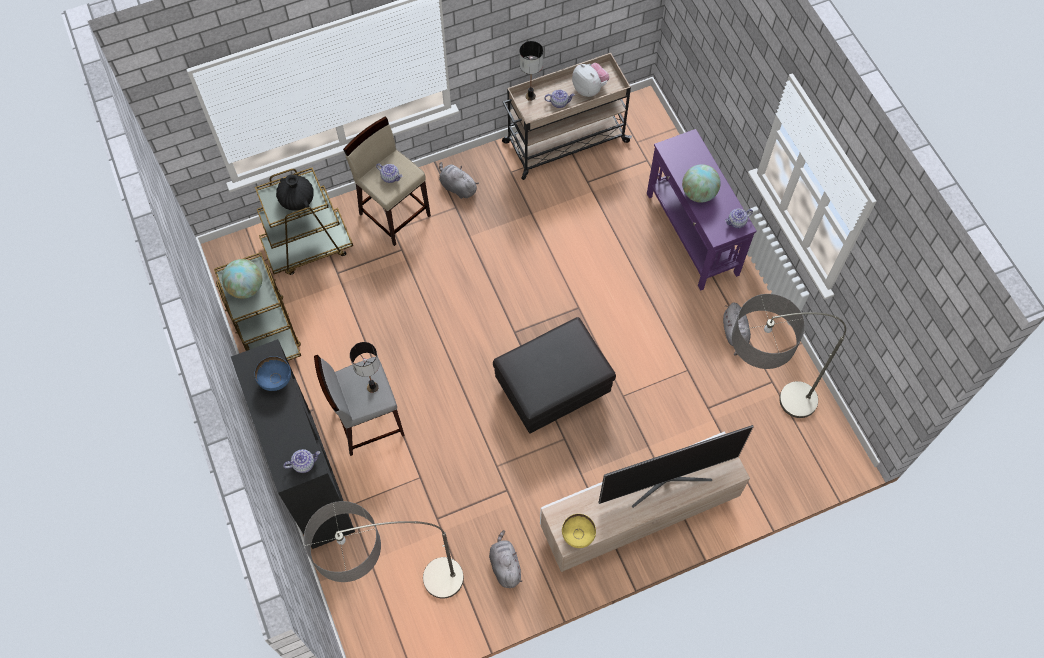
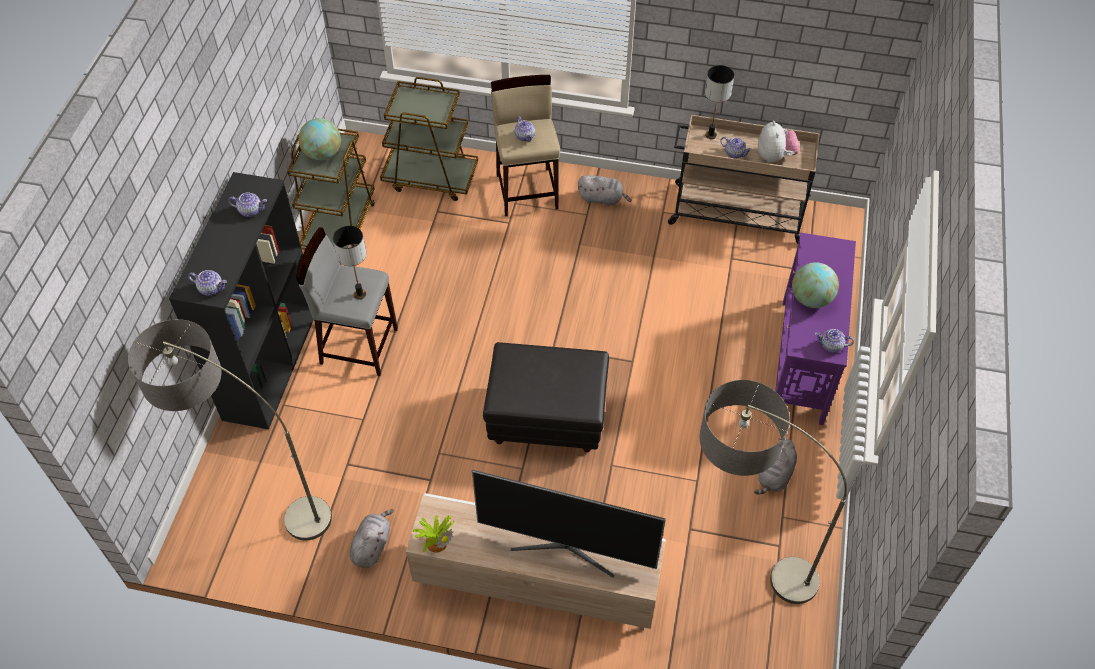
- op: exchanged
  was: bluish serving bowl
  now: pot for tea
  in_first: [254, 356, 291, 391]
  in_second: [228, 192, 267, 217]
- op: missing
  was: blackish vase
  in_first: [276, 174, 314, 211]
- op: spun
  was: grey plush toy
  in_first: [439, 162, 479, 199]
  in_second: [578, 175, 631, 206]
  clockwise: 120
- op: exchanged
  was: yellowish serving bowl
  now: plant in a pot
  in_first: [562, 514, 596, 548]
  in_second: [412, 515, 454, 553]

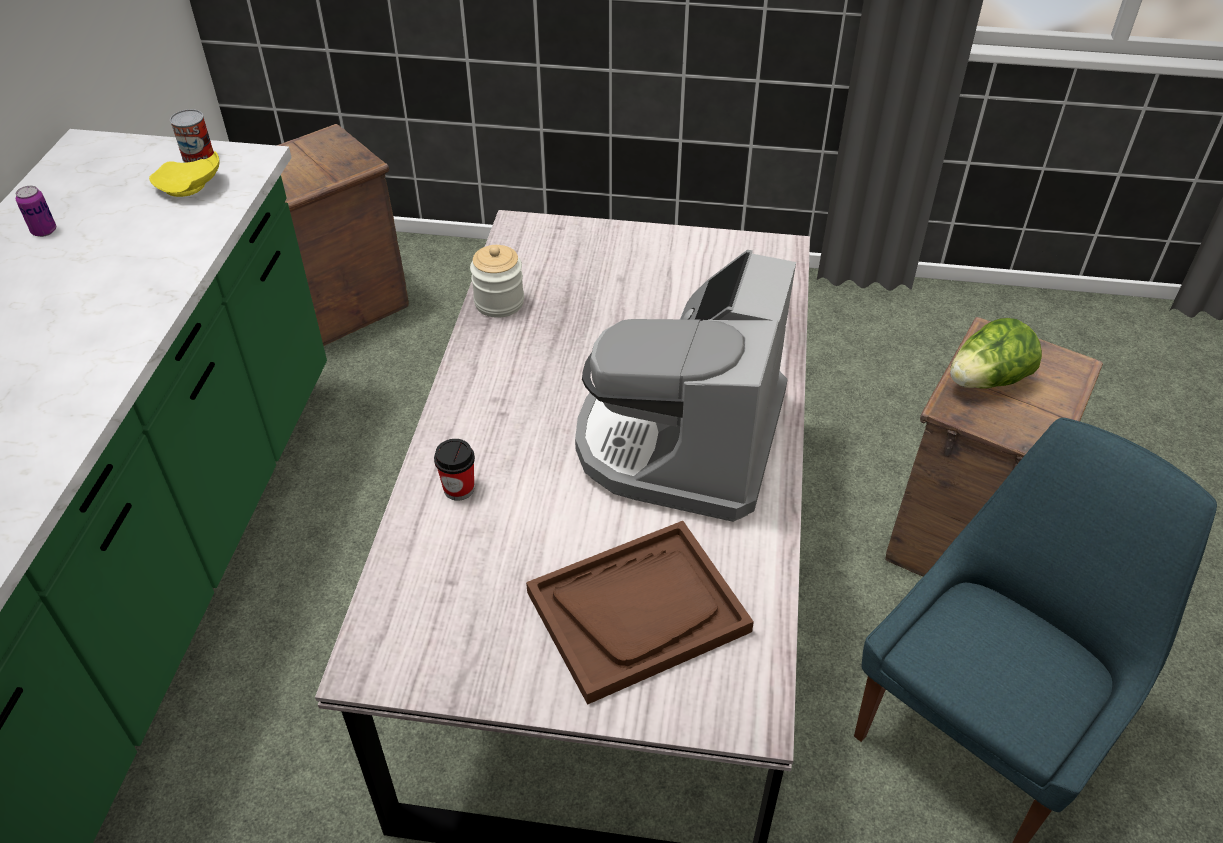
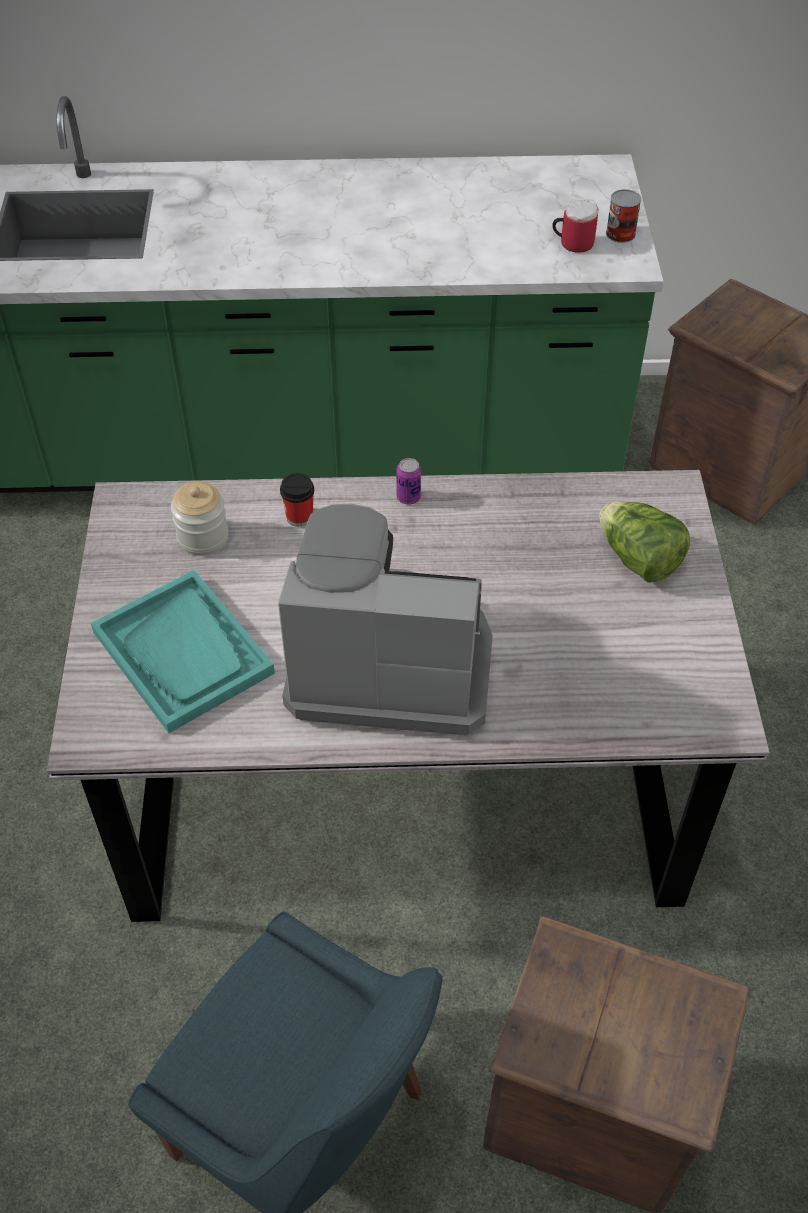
- op: relocated
  was: metal can
  in_first: [16, 186, 56, 237]
  in_second: [396, 458, 421, 505]
- op: exchanged
  was: yellowish dinner plate
  now: mug
  in_first: [149, 152, 220, 197]
  in_second: [552, 200, 599, 253]
- op: relocated
  was: jar
  in_first: [470, 245, 524, 318]
  in_second: [171, 482, 229, 556]
- op: colour
  was: brownish carrying tray
  now: turquoise carrying tray
  in_first: [526, 521, 754, 705]
  in_second: [91, 570, 275, 733]
- op: relocated
  was: lettuce head
  in_first: [950, 318, 1042, 388]
  in_second: [599, 501, 690, 583]

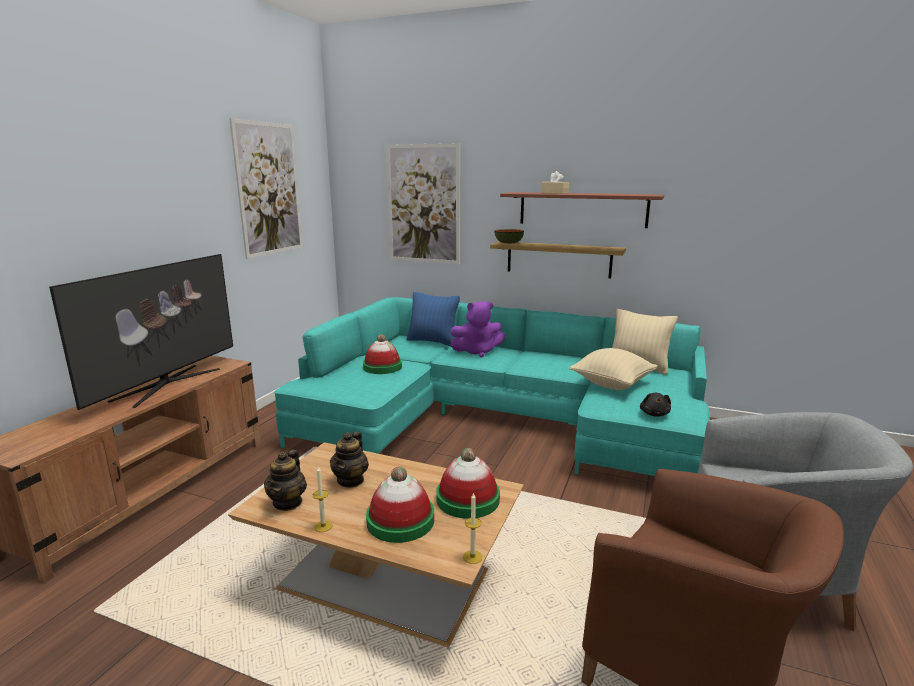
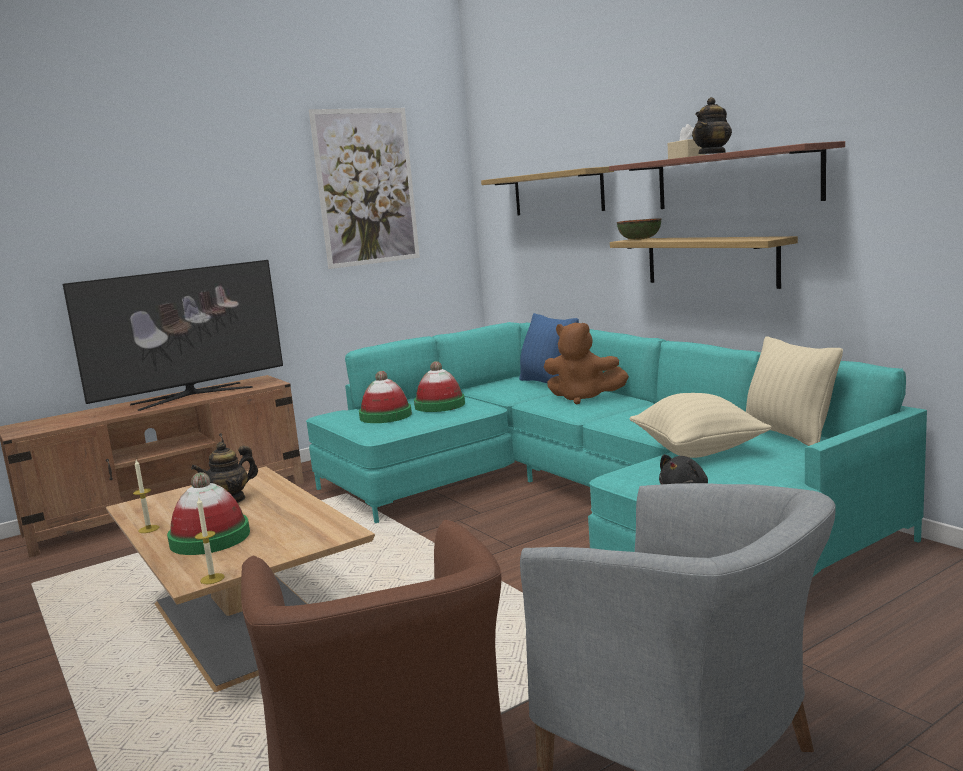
- op: relocated
  was: pot for tea
  in_first: [264, 450, 307, 511]
  in_second: [692, 97, 732, 154]
- op: exchanged
  was: wall picture
  now: bracket shelf
  in_first: [386, 143, 460, 264]
  in_second: [481, 166, 614, 215]
- op: relocated
  was: clothing hat
  in_first: [436, 448, 500, 519]
  in_second: [359, 371, 412, 423]
- op: colour
  was: purple-coloured plush toy
  now: brownish plush toy
  in_first: [450, 301, 505, 357]
  in_second: [544, 323, 629, 405]

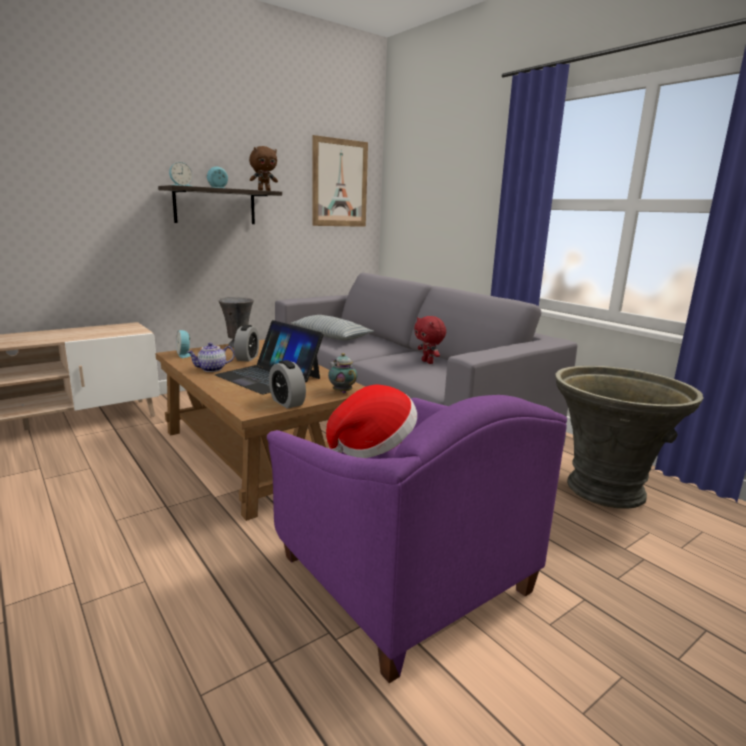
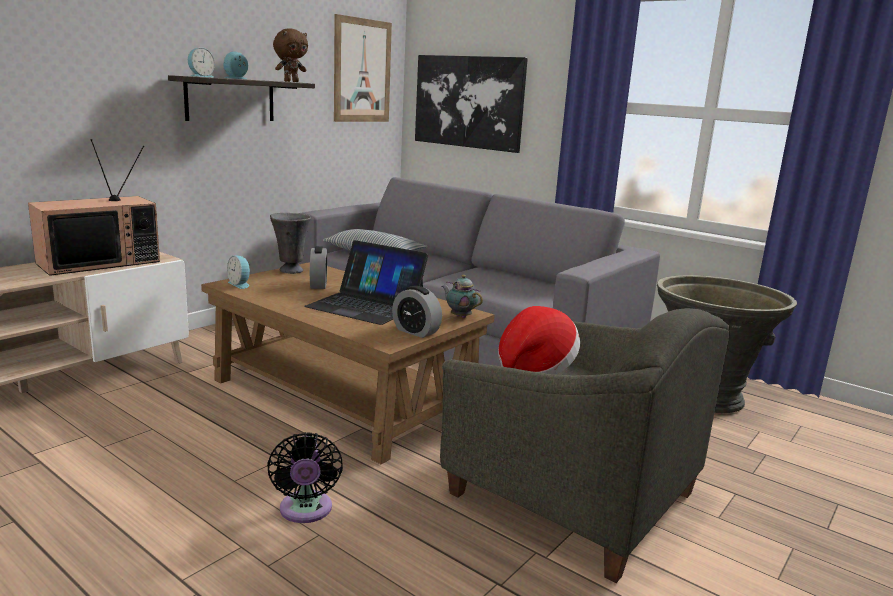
- op: missing
  was: pot for tea
  in_first: [187, 343, 235, 372]
- op: colour
  was: purple-coloured armchair
  now: grey armchair
  in_first: [267, 395, 567, 683]
  in_second: [440, 308, 730, 583]
- op: missing
  was: red plush toy
  in_first: [414, 316, 446, 364]
- op: appeared
  now: TV
  in_second: [28, 139, 160, 276]
- op: appeared
  now: blackish fan
  in_second: [267, 432, 343, 523]
- op: appeared
  now: wall picture
  in_second: [415, 55, 528, 153]

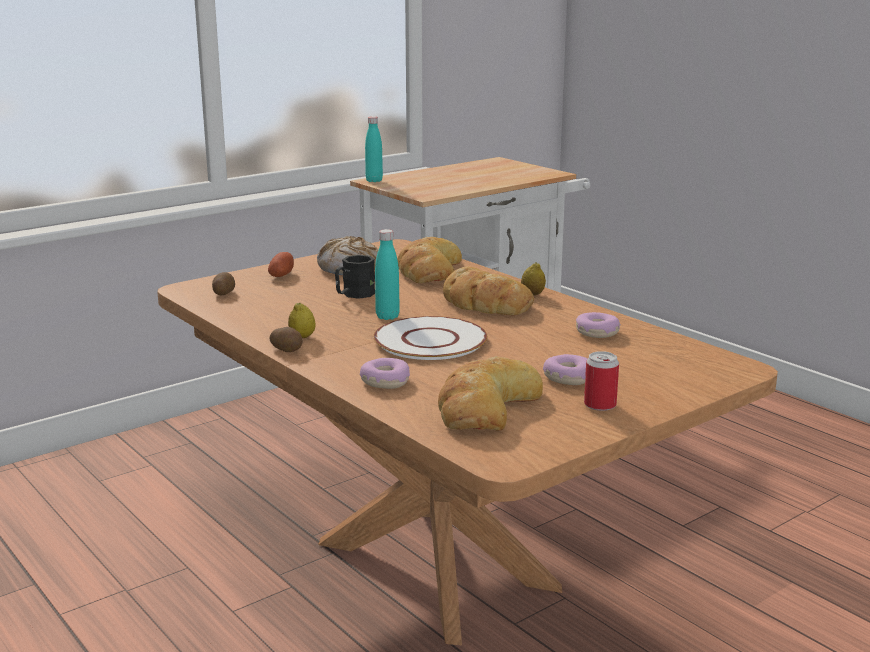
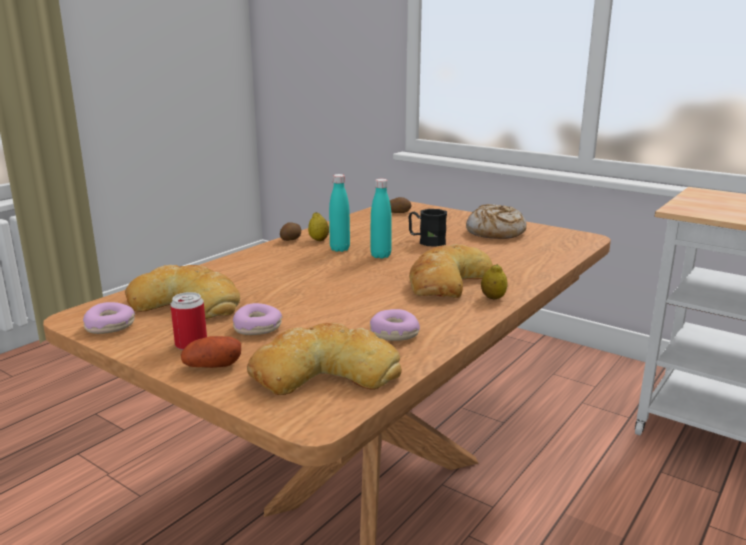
- op: relocated
  was: spud
  in_first: [268, 252, 294, 277]
  in_second: [181, 336, 241, 368]
- op: relocated
  was: ring doughnut
  in_first: [360, 358, 410, 389]
  in_second: [83, 302, 135, 334]
- op: relocated
  was: turquoise drink bottle
  in_first: [365, 116, 383, 182]
  in_second: [329, 174, 350, 252]
- op: missing
  was: white dinner plate
  in_first: [373, 316, 487, 360]
- op: relocated
  was: bakery bread
  in_first: [397, 237, 462, 283]
  in_second: [247, 323, 402, 395]

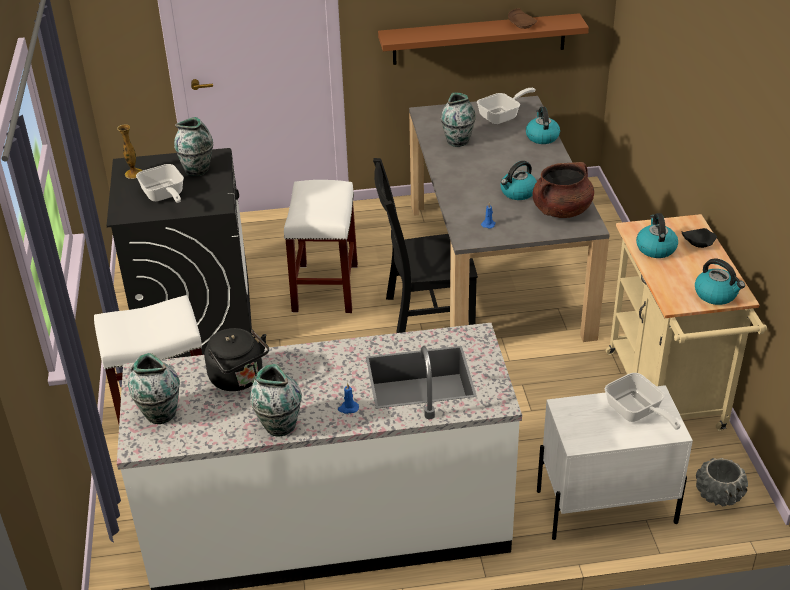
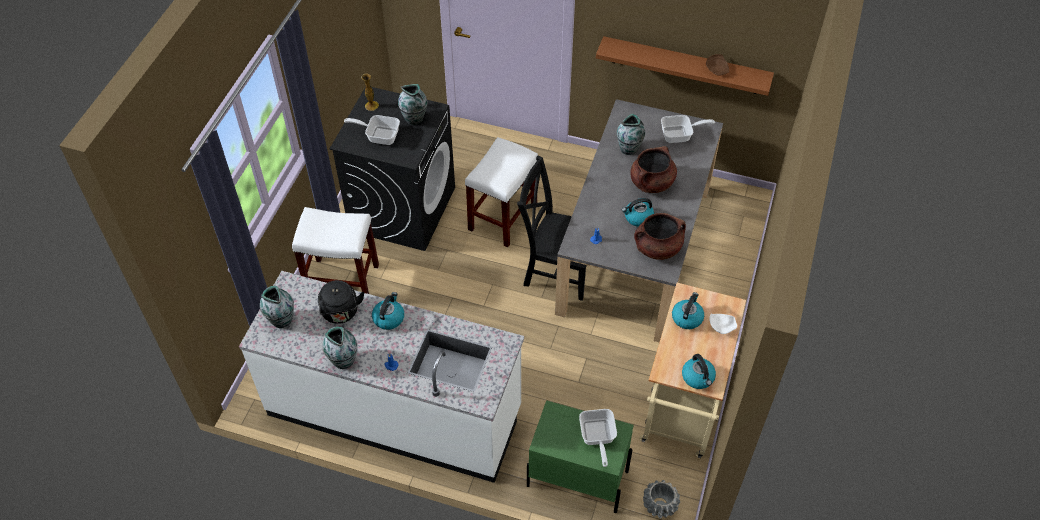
- op: spun
  was: frying pan
  in_first: [136, 164, 184, 203]
  in_second: [344, 115, 400, 145]
  clockwise: 105
- op: relocated
  was: tea kettle
  in_first: [526, 107, 560, 144]
  in_second: [372, 292, 404, 330]
- op: colour
  was: white night table
  now: green-coloured night table
  in_first: [537, 385, 693, 540]
  in_second: [527, 400, 634, 513]
- op: colour
  was: blackish dinner plate
  now: white dinner plate
  in_first: [681, 228, 717, 248]
  in_second: [709, 314, 737, 334]
- op: appeared
  now: brownish cooking pot
  in_second: [630, 146, 677, 193]

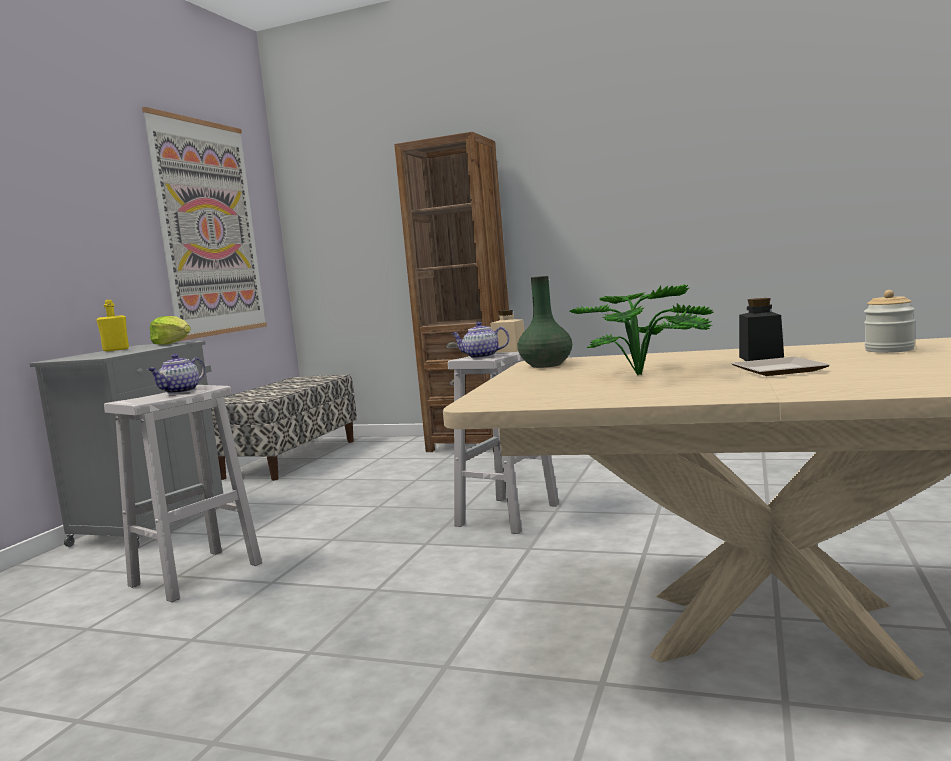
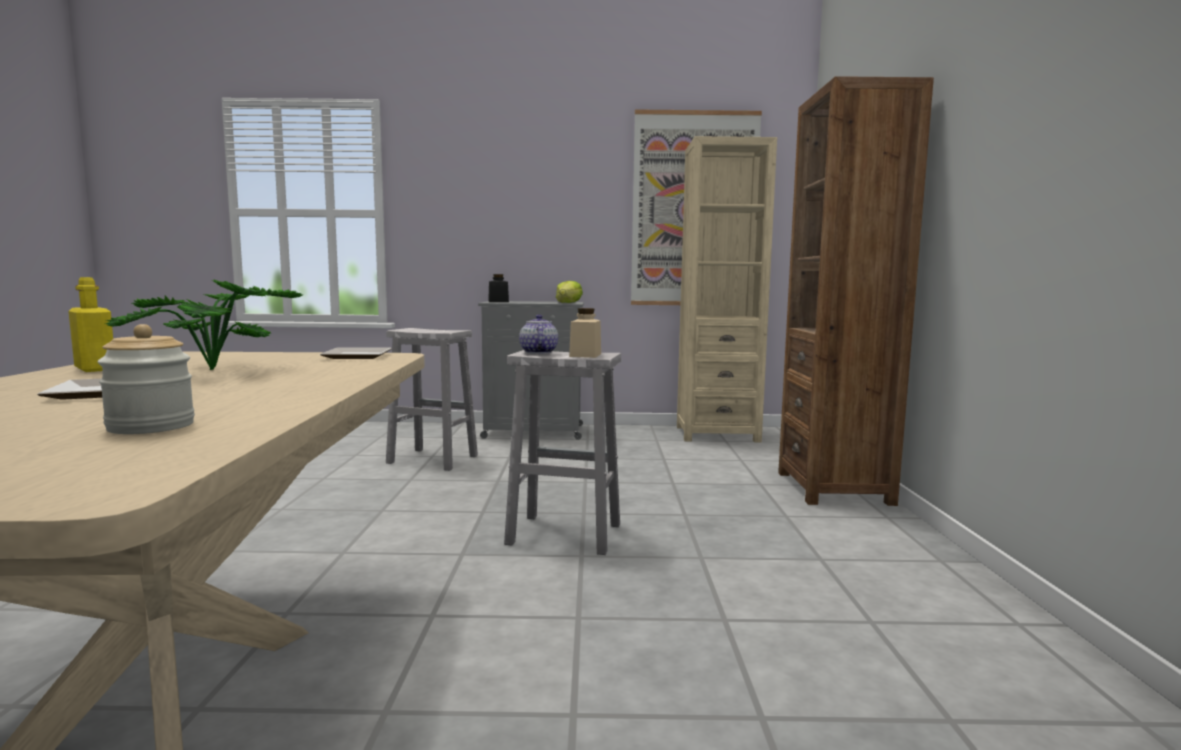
- op: relocated
  was: yellowish drink bottle
  in_first: [96, 300, 129, 352]
  in_second: [68, 277, 113, 372]
- op: missing
  was: pot for tea
  in_first: [148, 354, 205, 394]
- op: exchanged
  was: bench
  now: beige-coloured bookshelf
  in_first: [211, 374, 357, 481]
  in_second: [677, 136, 777, 442]
- op: exchanged
  was: green-coloured vase
  now: dinner plate
  in_first: [518, 276, 572, 368]
  in_second: [320, 348, 392, 359]
- op: relocated
  was: blackish jar
  in_first: [739, 298, 784, 361]
  in_second: [488, 274, 509, 302]

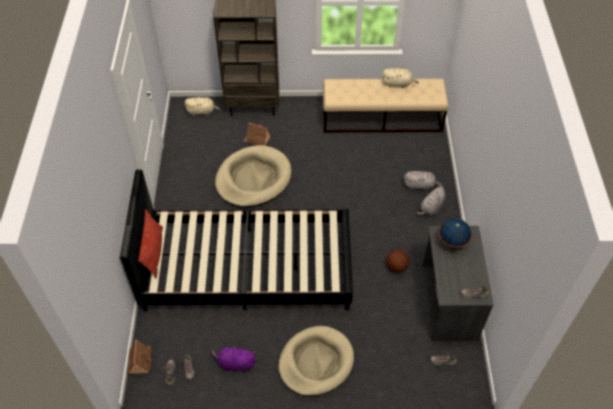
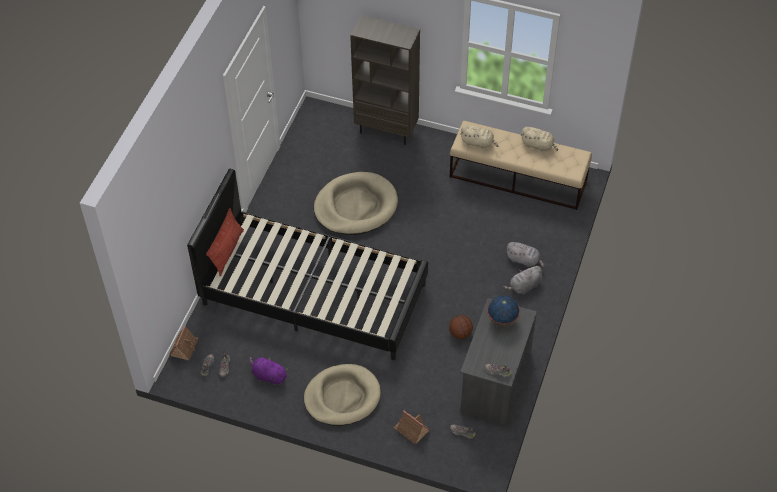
- op: relocated
  was: beige-coloured plush toy
  in_first: [185, 97, 220, 116]
  in_second: [460, 125, 498, 149]
- op: relocated
  was: toy house
  in_first: [243, 123, 271, 146]
  in_second: [394, 411, 429, 444]

